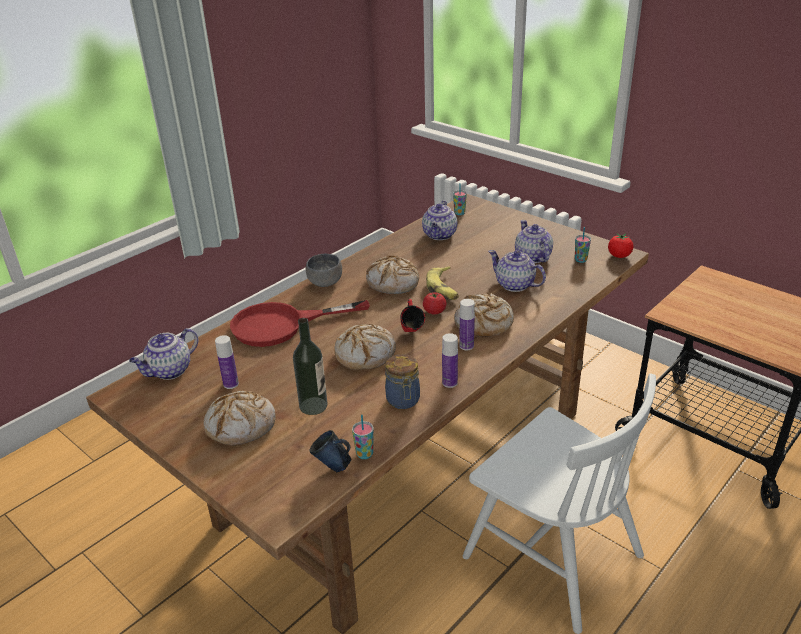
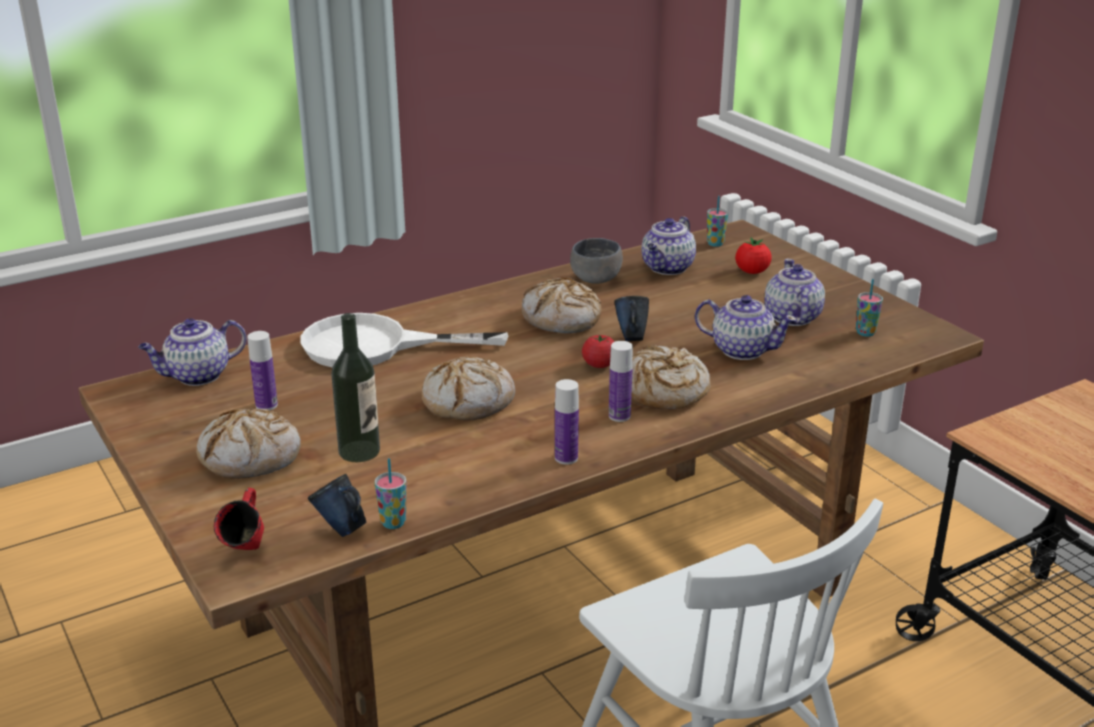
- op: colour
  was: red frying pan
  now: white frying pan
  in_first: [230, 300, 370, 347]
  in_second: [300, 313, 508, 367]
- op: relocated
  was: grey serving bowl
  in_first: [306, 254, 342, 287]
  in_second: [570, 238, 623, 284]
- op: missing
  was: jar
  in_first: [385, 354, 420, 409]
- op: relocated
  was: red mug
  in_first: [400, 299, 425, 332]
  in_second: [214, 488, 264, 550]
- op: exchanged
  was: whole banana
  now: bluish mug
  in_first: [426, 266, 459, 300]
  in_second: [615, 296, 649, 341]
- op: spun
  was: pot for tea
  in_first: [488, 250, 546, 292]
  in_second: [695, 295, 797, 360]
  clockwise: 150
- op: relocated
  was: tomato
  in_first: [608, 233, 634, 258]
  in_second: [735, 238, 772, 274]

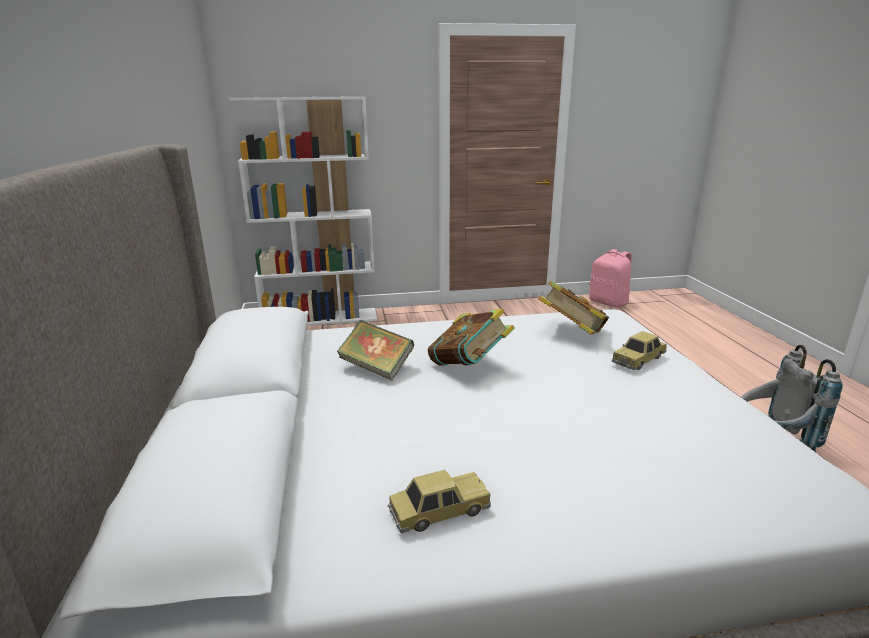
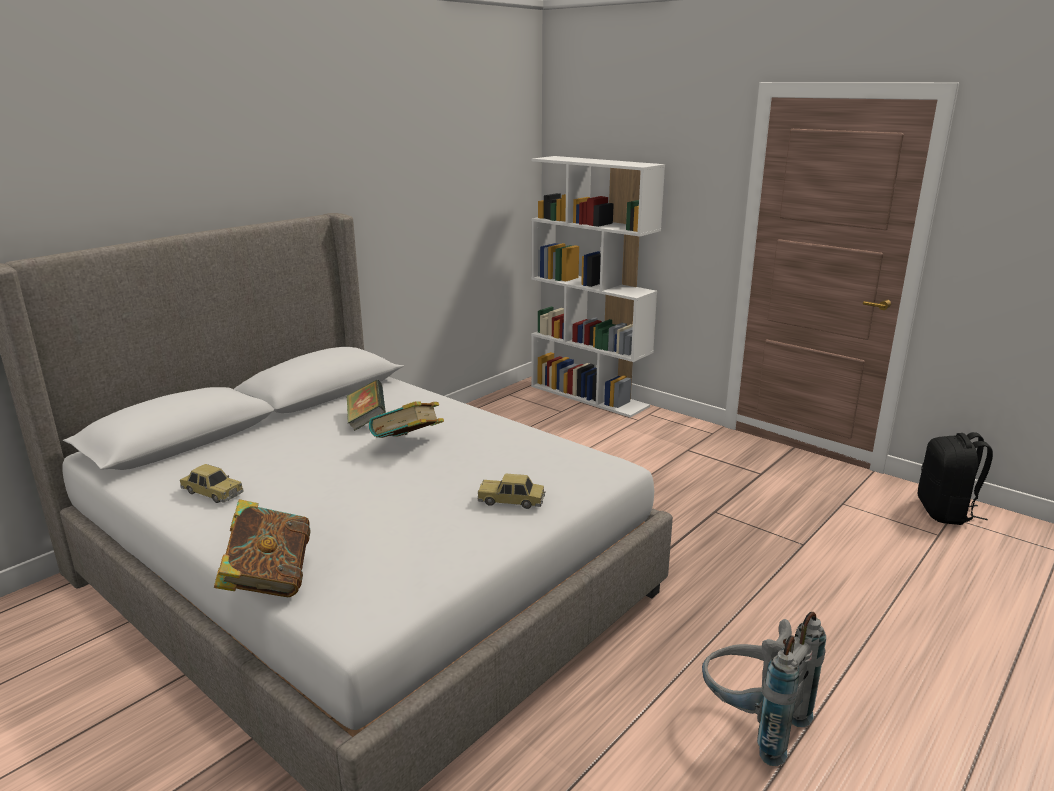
- op: relocated
  was: book
  in_first: [538, 281, 609, 335]
  in_second: [214, 499, 311, 597]
- op: colour
  was: pink-coloured backpack
  now: blackish backpack
  in_first: [589, 249, 632, 308]
  in_second: [917, 432, 993, 525]

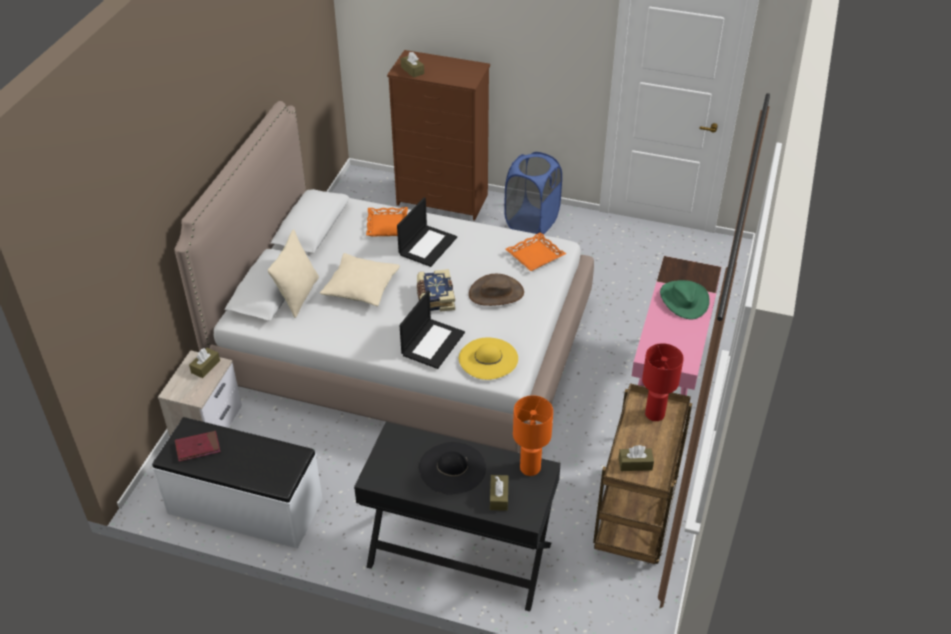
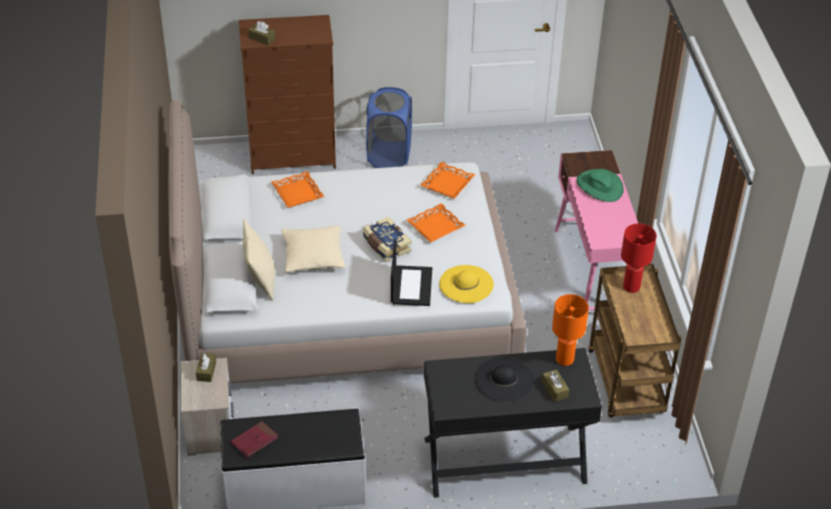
- op: missing
  was: laptop
  in_first: [397, 197, 457, 267]
- op: exchanged
  was: brownish clothing hat
  now: orange carrying tray
  in_first: [469, 274, 524, 306]
  in_second: [407, 203, 465, 242]
- op: missing
  was: brownish tissue holder
  in_first: [619, 445, 654, 471]

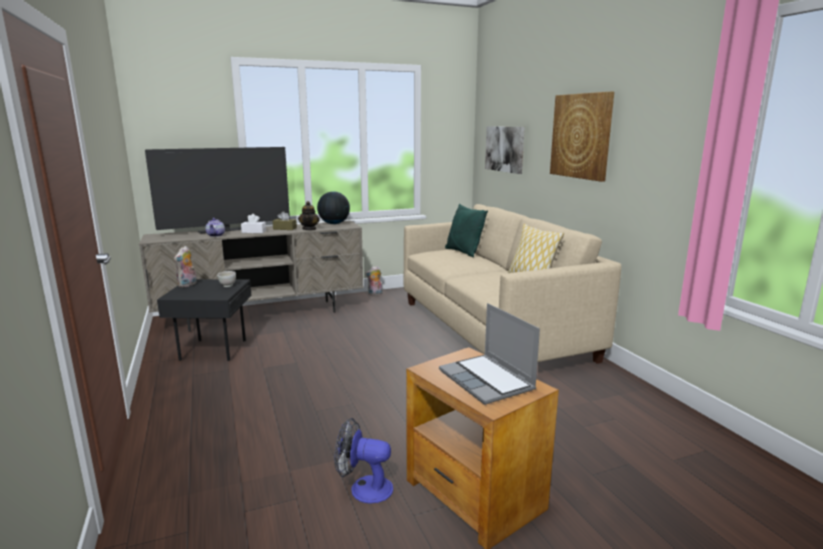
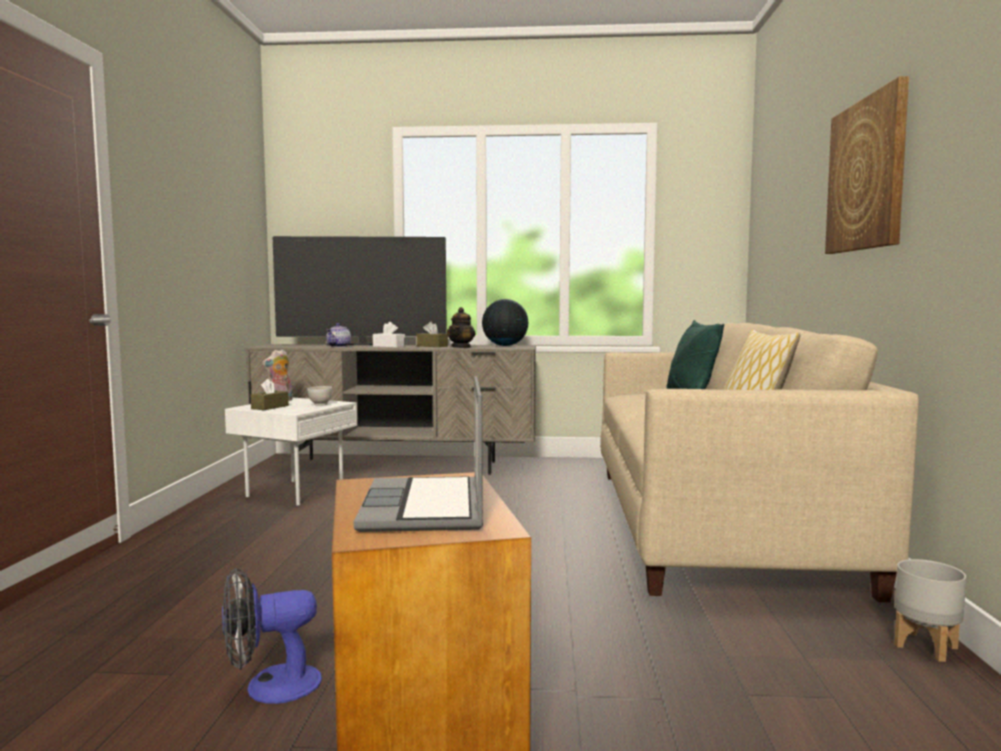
- op: colour
  was: blackish end table
  now: white end table
  in_first: [157, 279, 251, 361]
  in_second: [225, 398, 357, 505]
- op: spun
  was: fan
  in_first: [334, 418, 393, 504]
  in_second: [222, 568, 322, 704]
  clockwise: -60
- op: missing
  was: plush toy
  in_first: [365, 266, 383, 296]
- op: missing
  was: wall picture
  in_first: [485, 126, 525, 174]
- op: appeared
  now: brownish tissue holder
  in_second: [251, 379, 289, 410]
- op: appeared
  now: grey plant pot
  in_second: [894, 559, 966, 662]

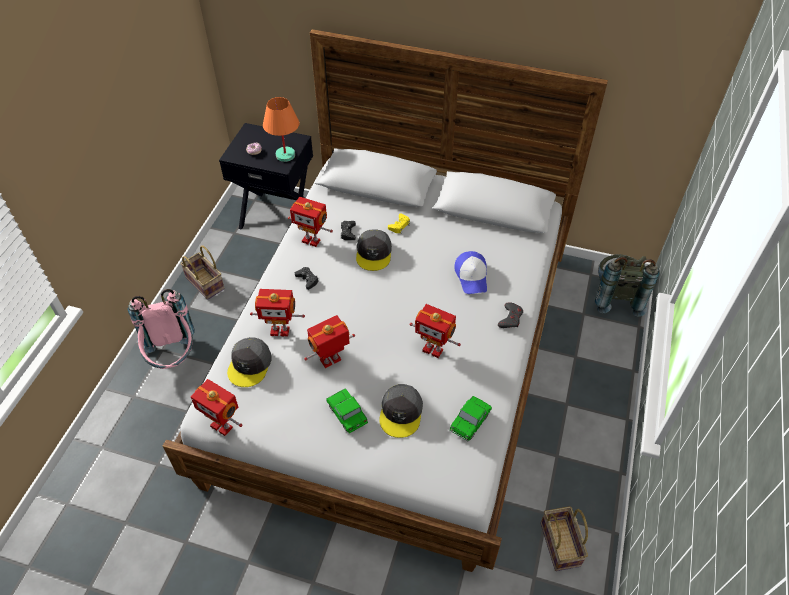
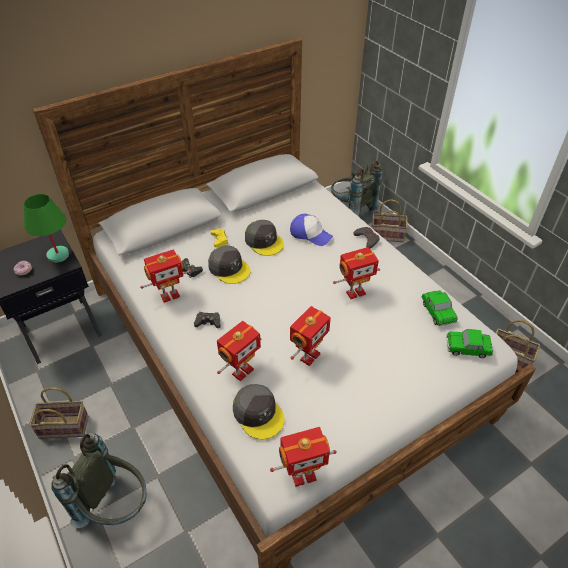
- op: colour
  was: pink-coloured backpack
  now: grey backpack
  in_first: [128, 289, 194, 369]
  in_second: [51, 433, 146, 528]
- op: colour
  was: orange tabletop lamp
  now: green-coloured tabletop lamp
  in_first: [263, 97, 299, 162]
  in_second: [24, 194, 69, 263]
- op: spun
  was: toy robot
  in_first: [304, 315, 355, 368]
  in_second: [290, 306, 331, 366]
  clockwise: -150
- op: relocated
  was: model car
  in_first: [326, 389, 368, 433]
  in_second: [446, 329, 493, 358]
- op: relocated
  was: grey peaked cap
  in_first: [379, 384, 423, 438]
  in_second: [245, 220, 284, 256]
- op: appeared
  now: household basket
  in_second: [371, 199, 408, 242]

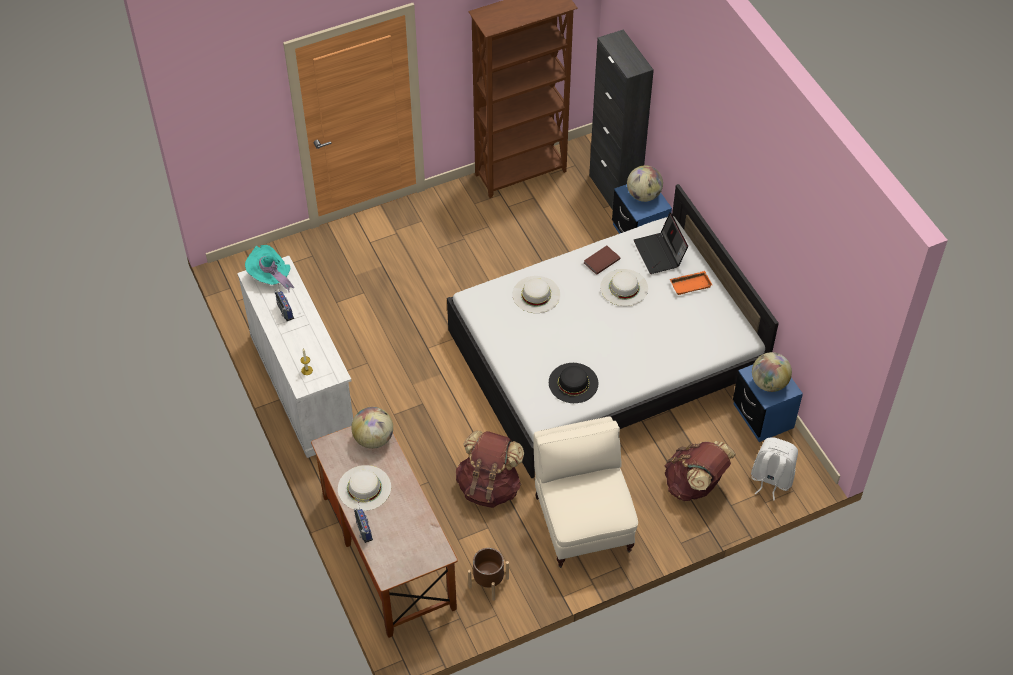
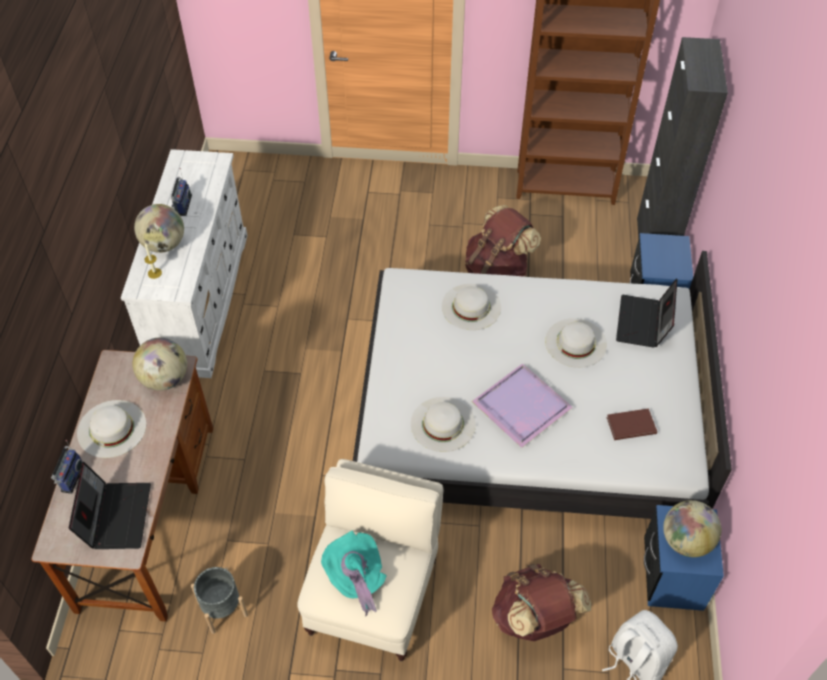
- op: relocated
  was: turquoise clothing hat
  in_first: [245, 245, 294, 292]
  in_second: [321, 531, 387, 616]
- op: relocated
  was: brownish backpack
  in_first: [456, 430, 524, 508]
  in_second: [465, 205, 541, 277]
- op: colour
  was: brownish plant pot
  now: grey plant pot
  in_first: [468, 548, 509, 601]
  in_second: [191, 567, 248, 634]
- op: colour
  was: blackish clothing hat
  now: white clothing hat
  in_first: [549, 363, 598, 403]
  in_second: [411, 397, 476, 452]
- op: relocated
  was: brownish book
  in_first: [584, 246, 621, 275]
  in_second: [606, 408, 657, 440]
- op: relocated
  was: desk globe
  in_first: [627, 165, 663, 202]
  in_second: [134, 204, 184, 253]
- op: missing
  was: orange carrying tray
  in_first: [670, 271, 712, 295]
- op: appeared
  now: laptop
  in_second: [69, 462, 151, 549]
- op: appeared
  now: purple-coloured carrying tray
  in_second: [471, 363, 573, 448]

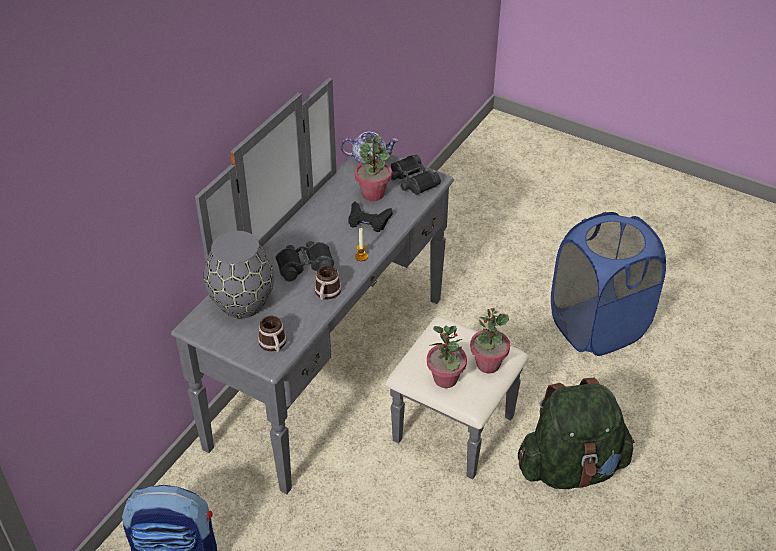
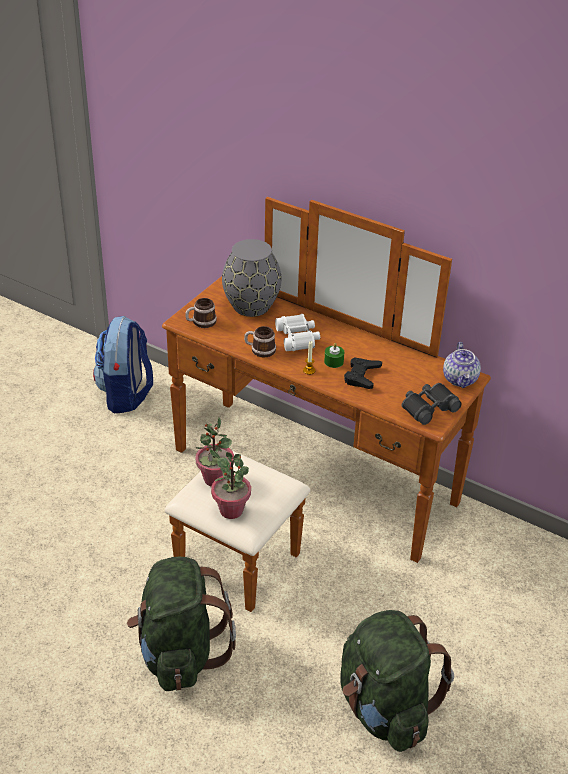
- op: colour
  was: grey dresser
  now: brownish dresser
  in_first: [171, 78, 529, 494]
  in_second: [162, 197, 491, 612]
- op: colour
  was: blackish binoculars
  now: white binoculars
  in_first: [275, 241, 334, 281]
  in_second: [275, 314, 320, 351]
- op: missing
  was: plant in a pot
  in_first: [355, 135, 392, 201]
- op: exchanged
  was: bluish laundry basket
  now: green-coloured backpack
  in_first: [551, 212, 666, 356]
  in_second: [340, 610, 454, 752]
- op: appeared
  now: green-coloured candle
  in_second: [324, 343, 344, 368]

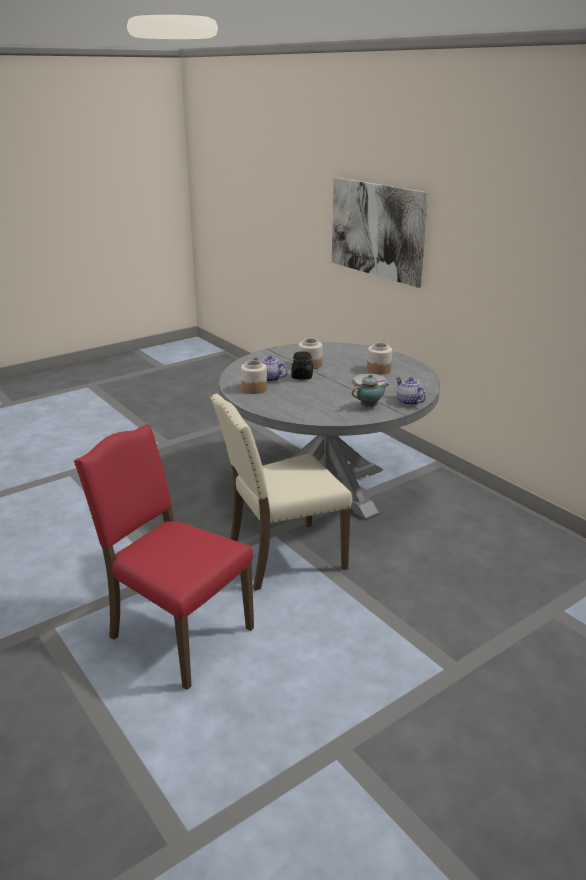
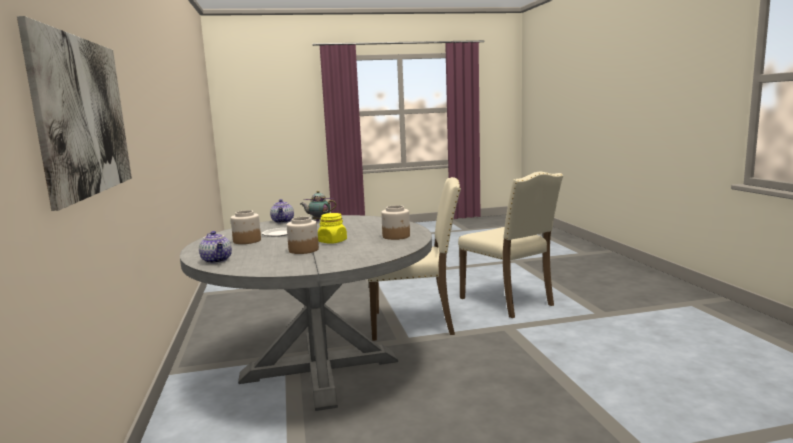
- op: colour
  was: red plain chair
  now: beige-coloured plain chair
  in_first: [74, 424, 254, 690]
  in_second: [458, 171, 563, 318]
- op: relocated
  was: pot for tea
  in_first: [253, 356, 288, 382]
  in_second: [199, 231, 232, 264]
- op: colour
  was: blackish jar
  now: yellowish jar
  in_first: [291, 351, 313, 379]
  in_second: [318, 213, 347, 244]

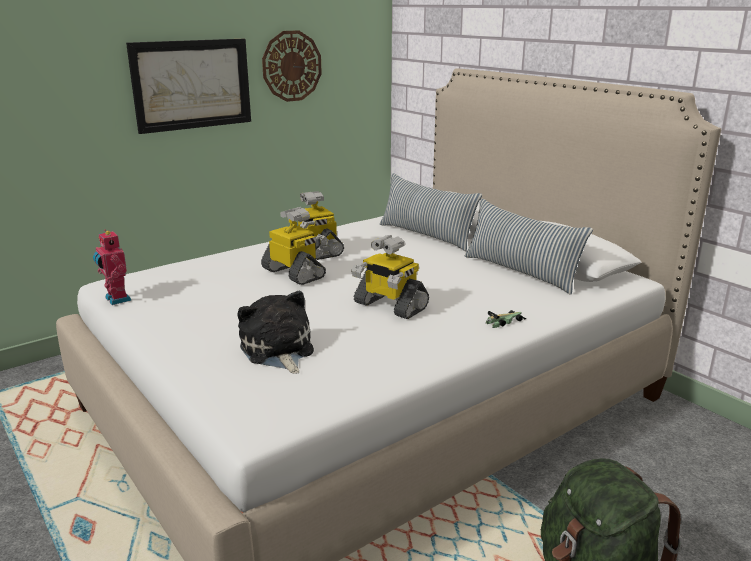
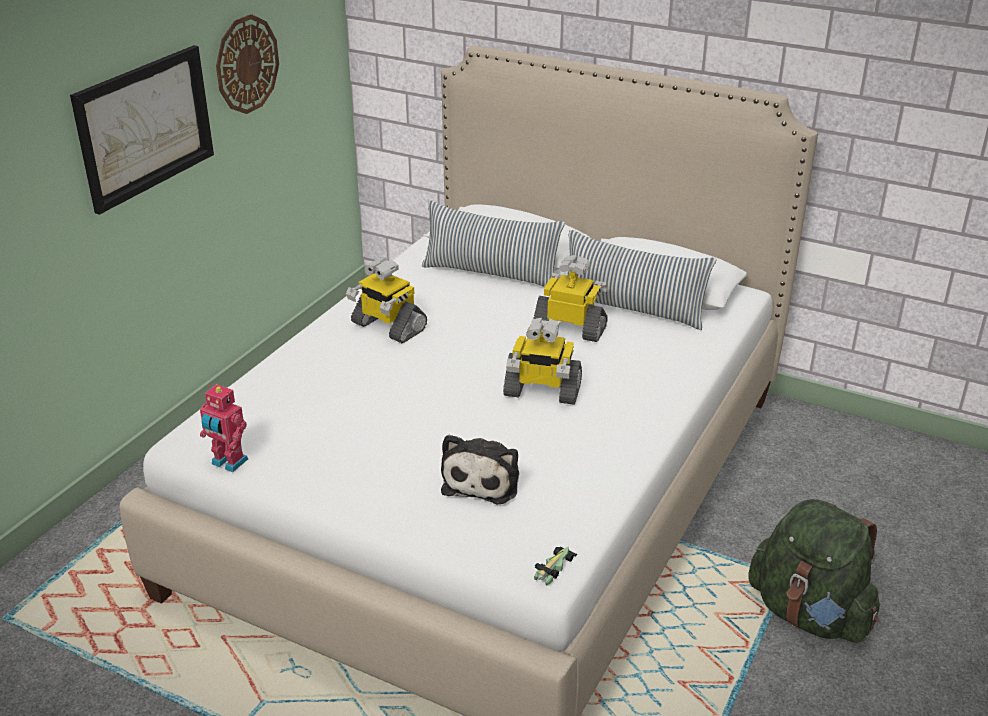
- op: spun
  was: plush toy
  in_first: [238, 291, 314, 374]
  in_second: [441, 434, 519, 504]
  clockwise: -120
- op: relocated
  was: toy robot
  in_first: [261, 207, 328, 285]
  in_second: [533, 255, 608, 342]
- op: relocated
  was: model car
  in_first: [486, 310, 526, 328]
  in_second: [534, 546, 577, 586]

